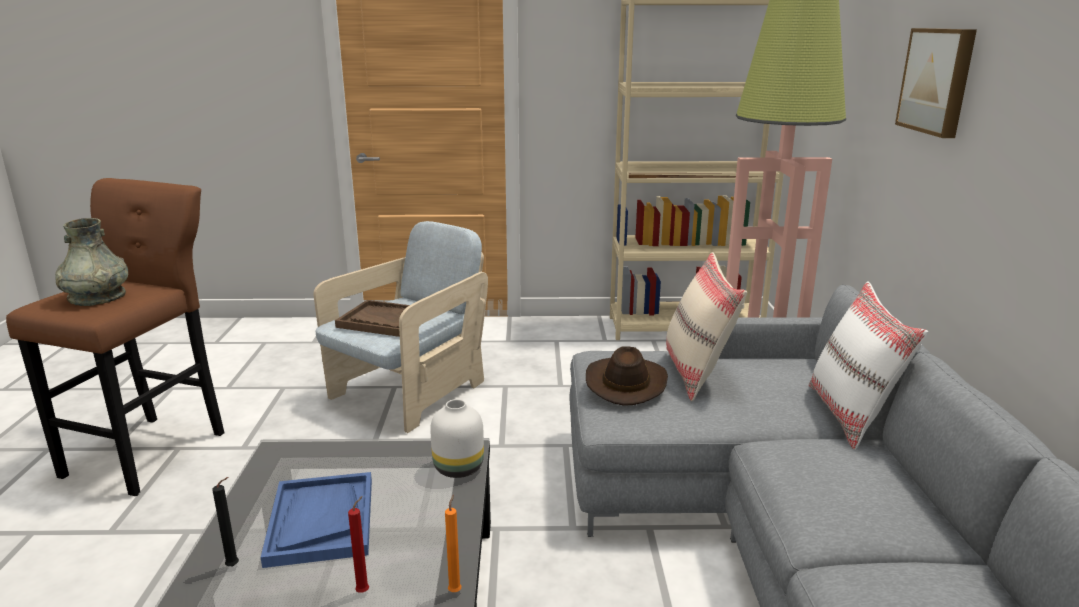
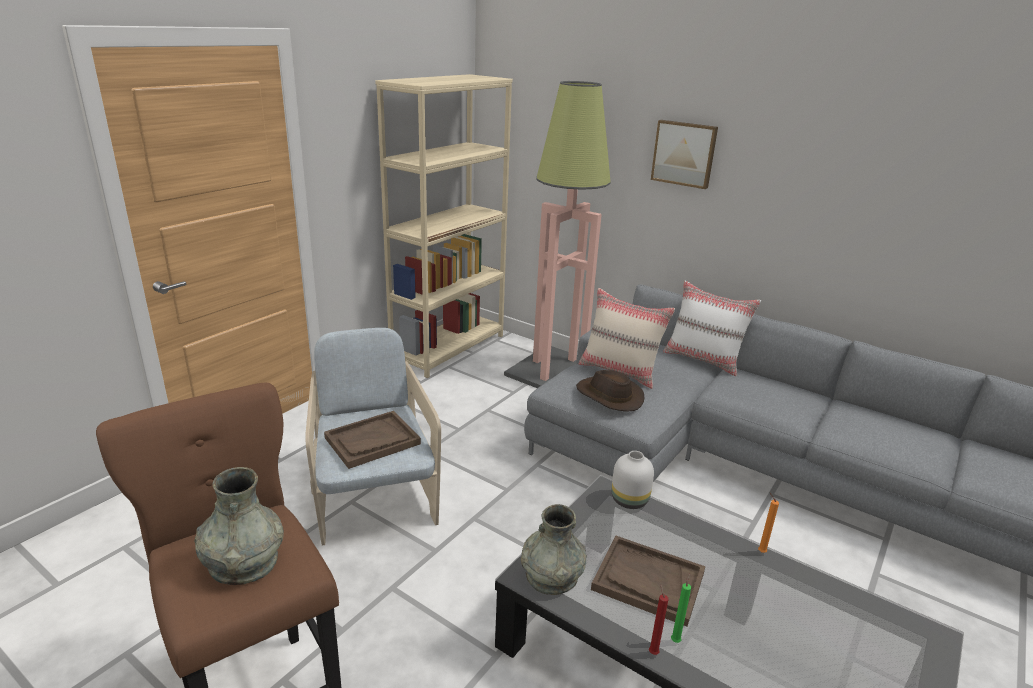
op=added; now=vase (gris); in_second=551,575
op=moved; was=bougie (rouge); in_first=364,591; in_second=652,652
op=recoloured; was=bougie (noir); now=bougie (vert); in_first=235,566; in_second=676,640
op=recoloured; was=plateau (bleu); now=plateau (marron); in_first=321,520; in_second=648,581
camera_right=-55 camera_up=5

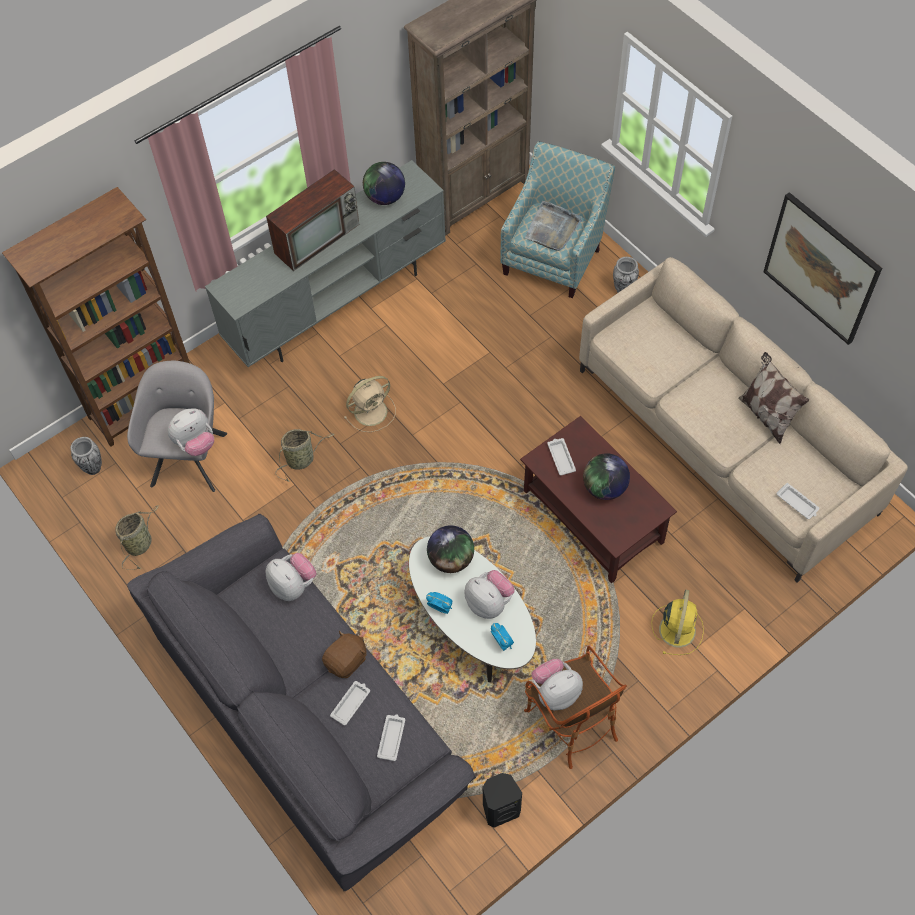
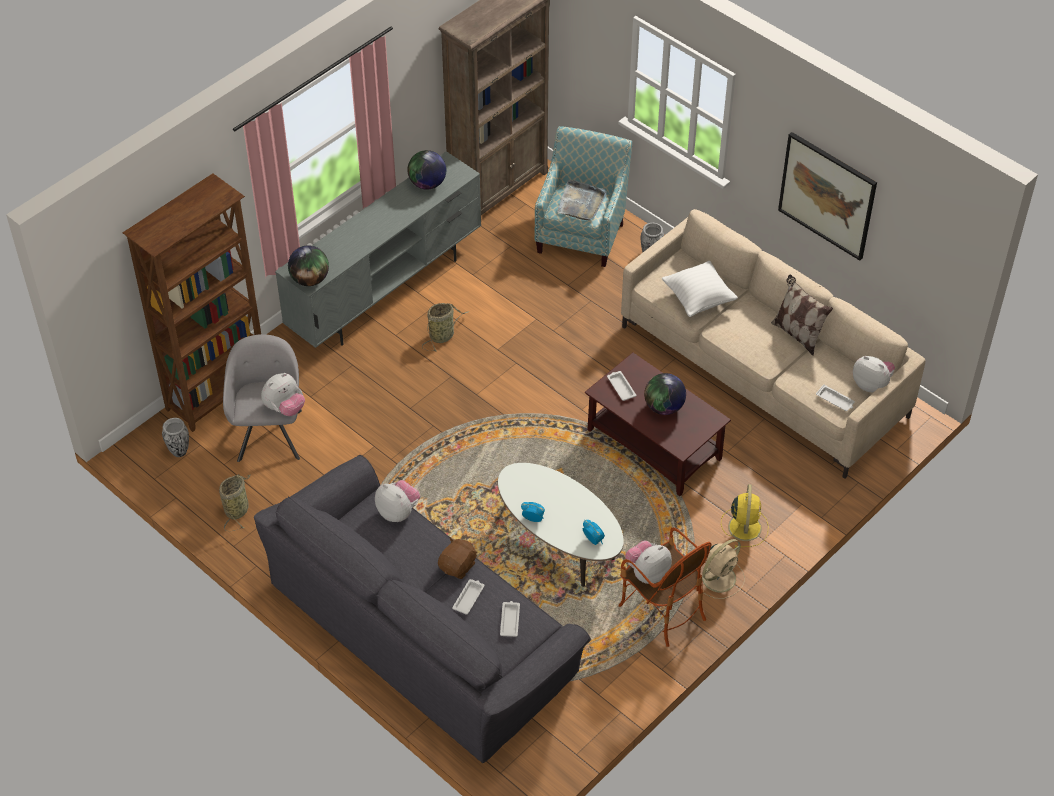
op=removed; was=téléviseur; in_first=318,237
op=removed; was=enceinte (noir); in_first=500,808
op=added; now=coussin (blanc); in_second=698,299
op=moved; was=panier; in_first=302,459; in_second=443,335
op=moved; was=ventilateur (beige); in_first=372,411; in_second=720,577
op=moved; was=globe; in_first=451,559; in_second=310,279
op=moved; was=peluche; in_first=489,602; in_second=871,384
camera_right=-10 camera_up=-10

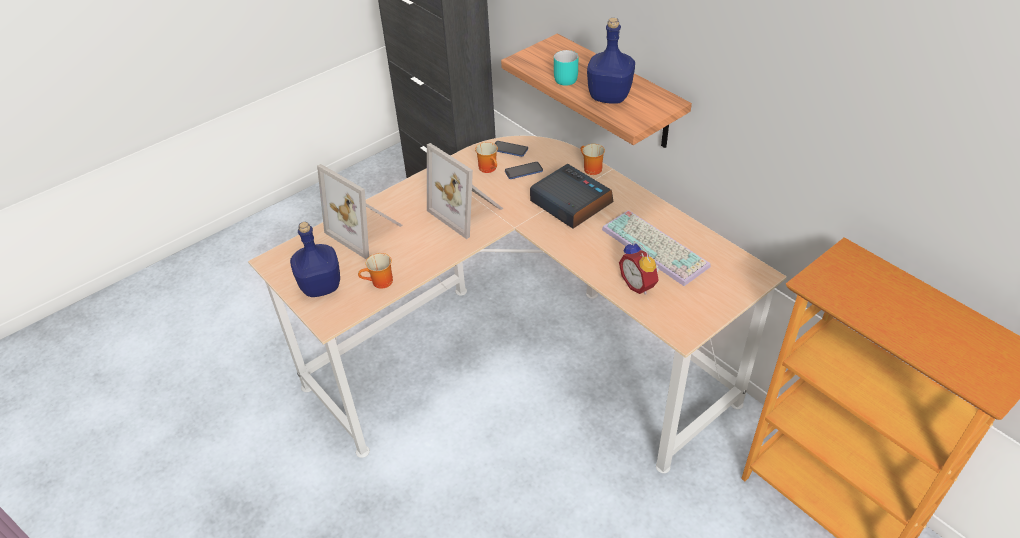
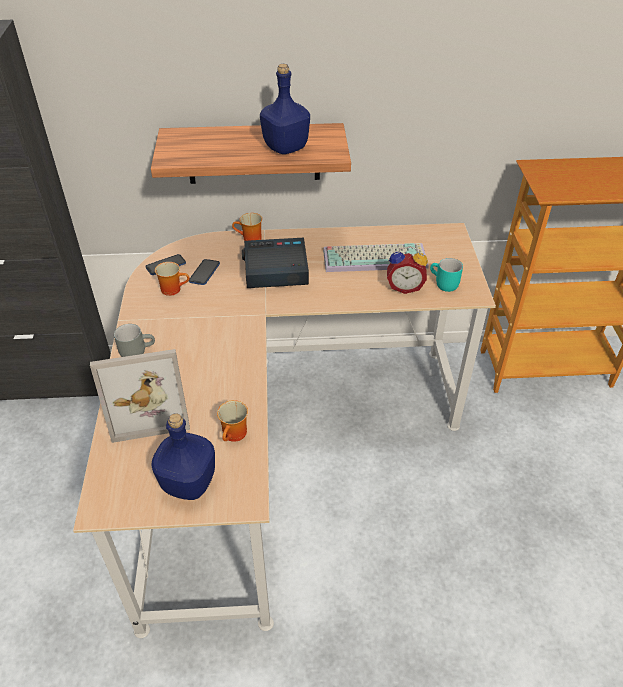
op=removed; was=cadre photo; in_first=468,211
op=added; now=mug (gris); in_second=137,351
op=moved; was=mug (turquoise); in_first=564,78; in_second=443,284
camera_right=-55 camera_up=0

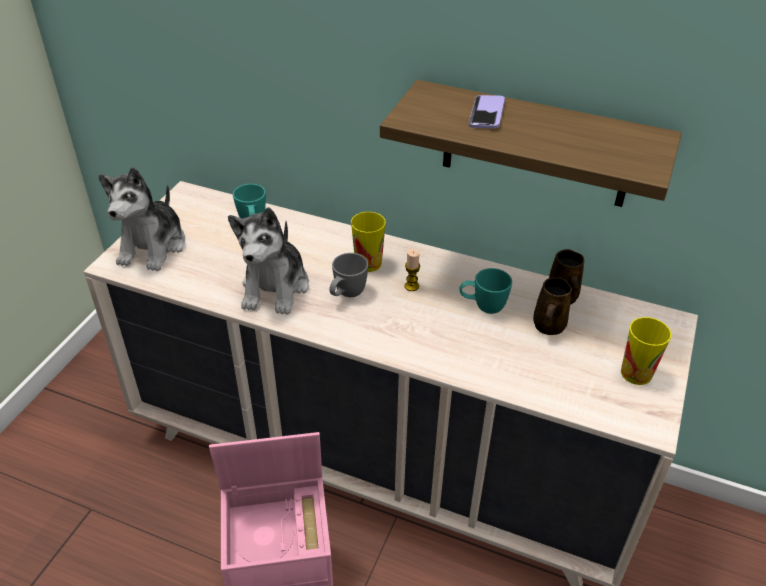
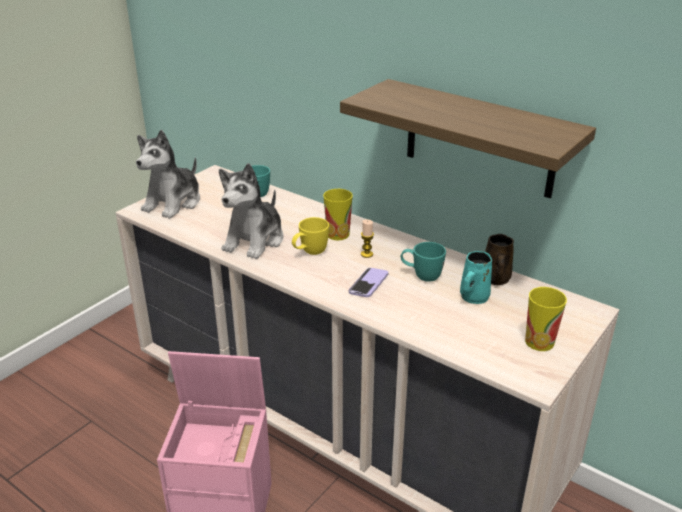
op=moved; was=téléphone; in_first=486,113; in_second=368,284
op=recoloured; was=mug (gris); now=mug (jaune); in_first=346,295; in_second=310,253
op=recoloured; was=mug (marron); now=mug (turquoise); in_first=548,326; in_second=473,297
camera_right=15 camera_up=-10

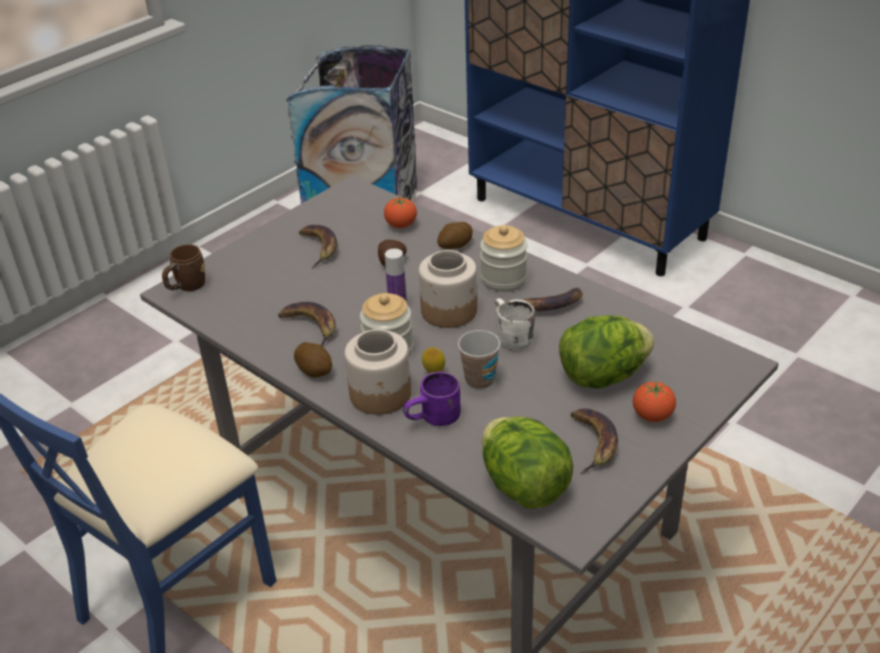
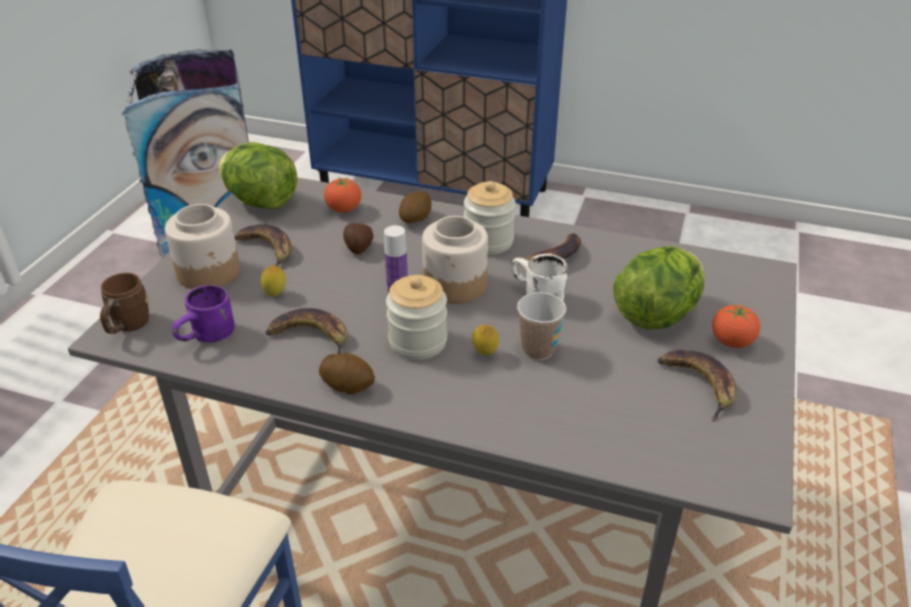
op=added; now=citron; in_second=275,294
op=moved; was=bocal; in_first=381,394; in_second=209,272
op=moved; was=mug (violet); in_first=435,420; in_second=209,337
op=moved; was=laitue; in_first=524,486; in_second=261,202
camera_right=-25 camera_up=0

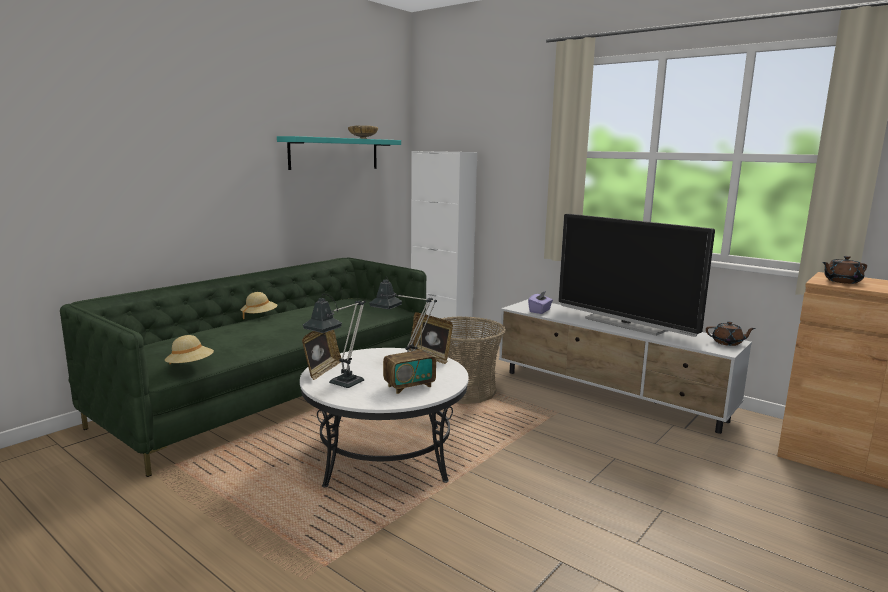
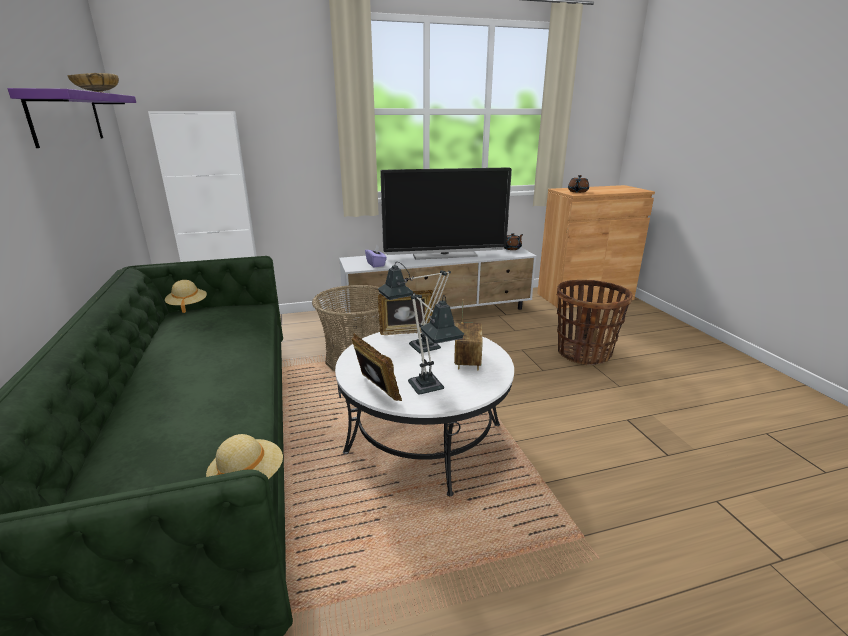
op=added; now=panier; in_second=584,353
op=moved; was=chapeau (beige); in_first=259,316; in_second=187,305
op=recoloured; was=étagère (turquoise); now=étagère (violet); in_first=334,153; in_second=67,118
camera_right=-55 camera_up=10

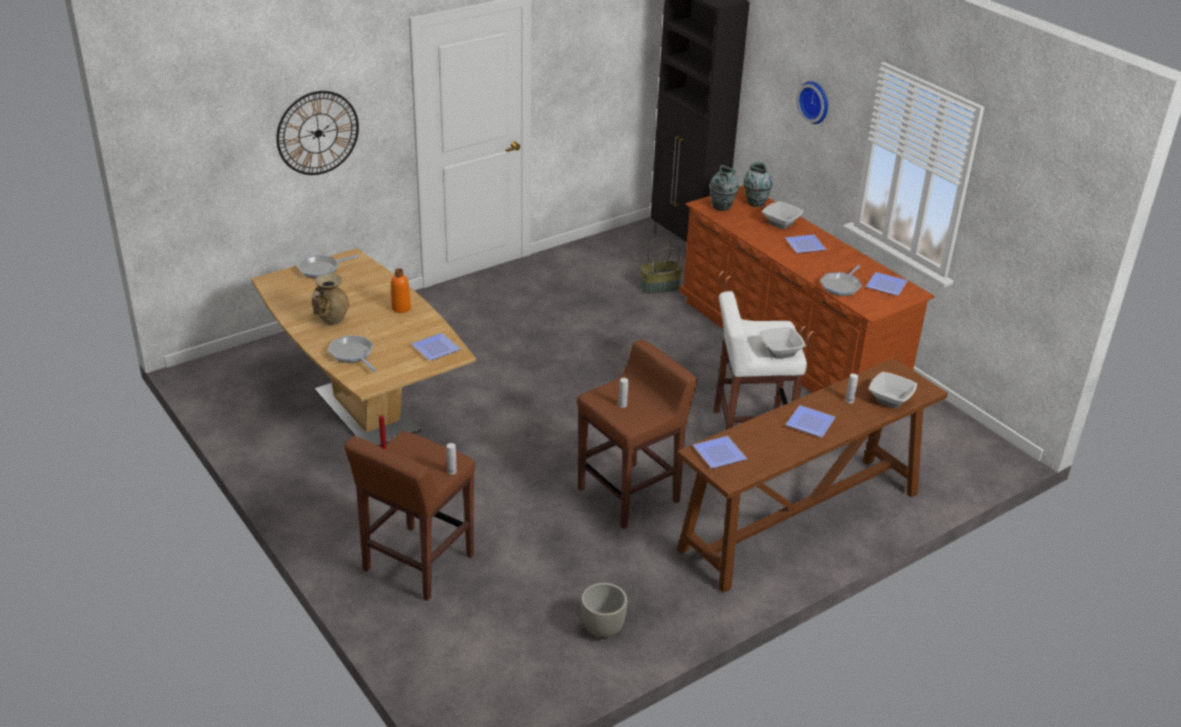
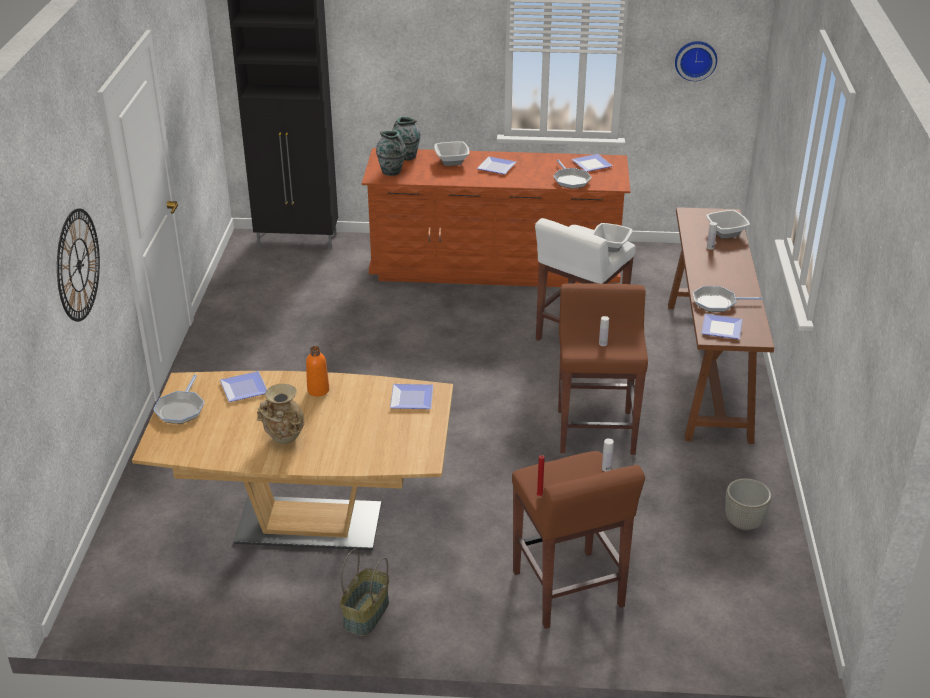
op=moved; was=poêle; in_first=352,354; in_second=717,302
op=moved; was=panier; in_first=659,287; in_second=367,615
op=moved; was=assiette; in_first=812,423; in_second=245,387
op=moved; was=horloge murale; in_first=815,101; in_second=695,59
camera_right=-50 camera_up=0

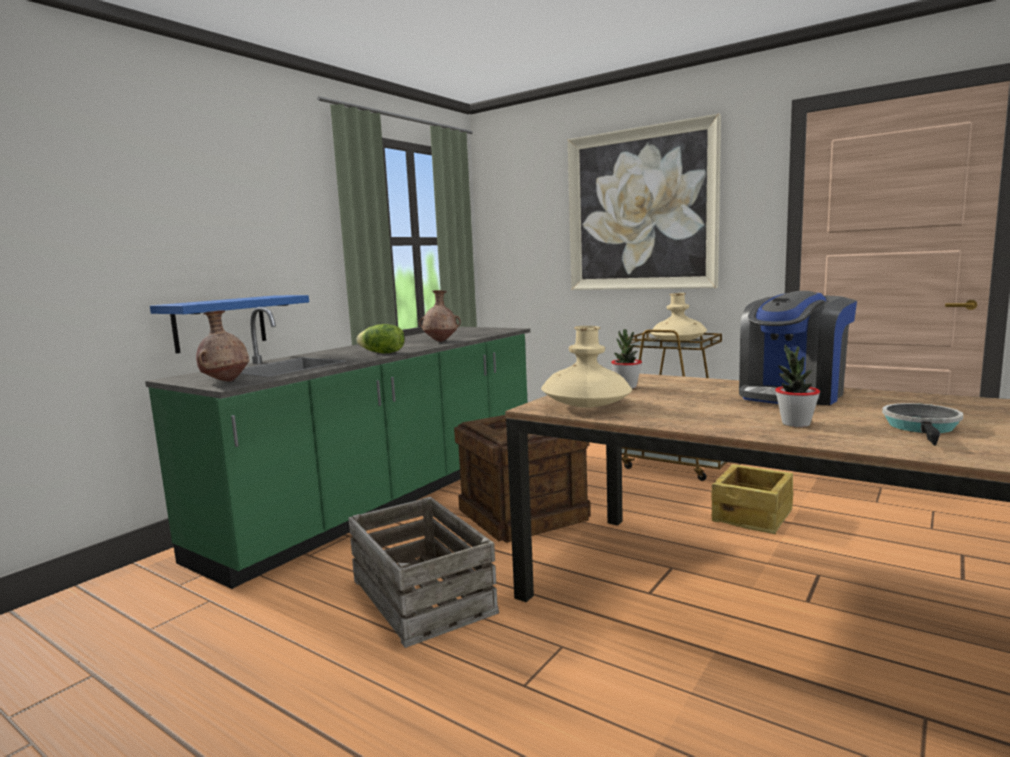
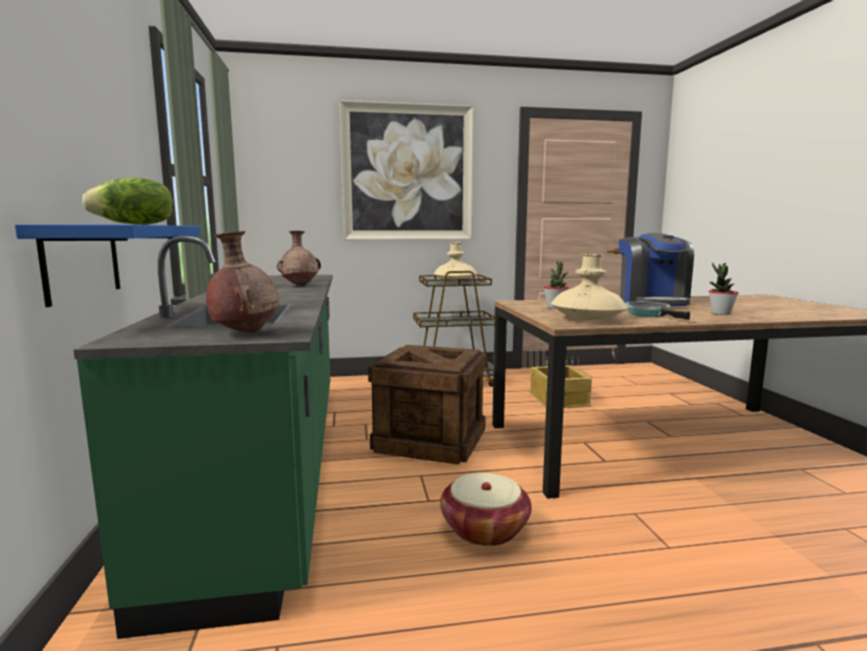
op=moved; was=laitue; in_first=382,353; in_second=135,224
op=moved; was=poêle; in_first=922,427; in_second=650,314
op=replaced; was=caisse; now=panier; in_first=420,596; in_second=484,529
camera_right=-45 camera_up=0

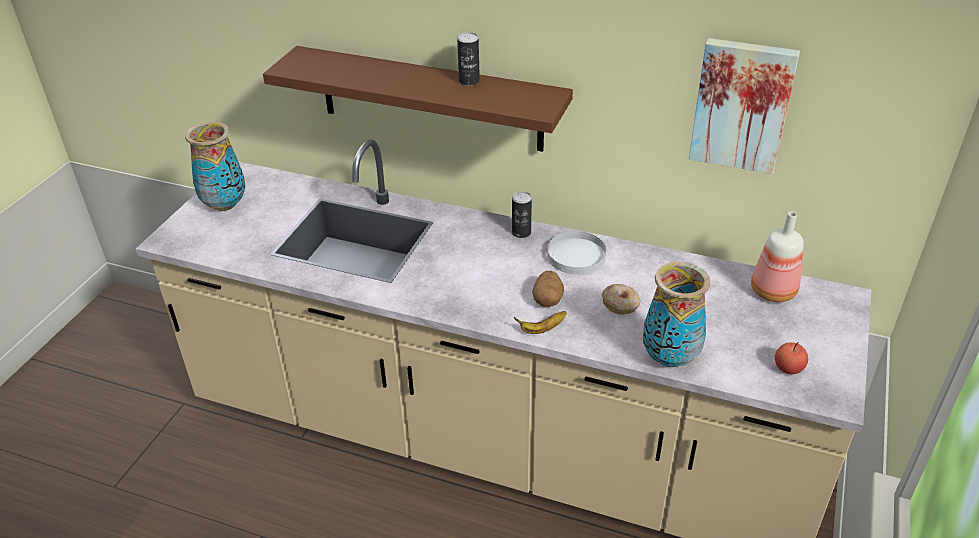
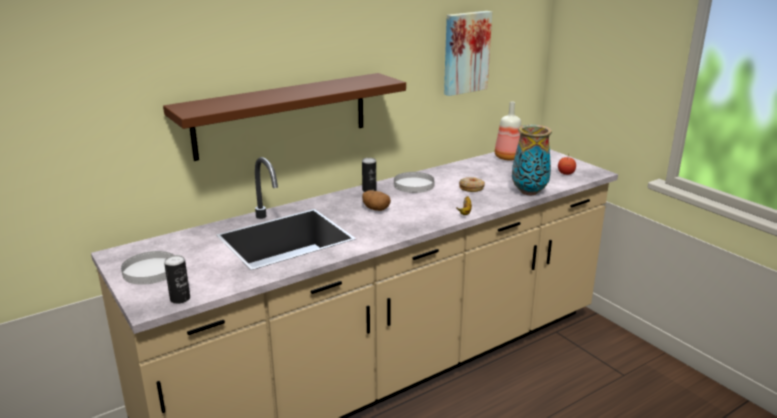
op=moved; was=boîte métallique; in_first=469,81; in_second=180,299
op=moved; was=pomme de terre; in_first=547,299; in_second=375,209
op=replaced; was=vase; now=assiette (blanc); in_first=225,205; in_second=150,270
camera_right=-55 camera_up=-15

